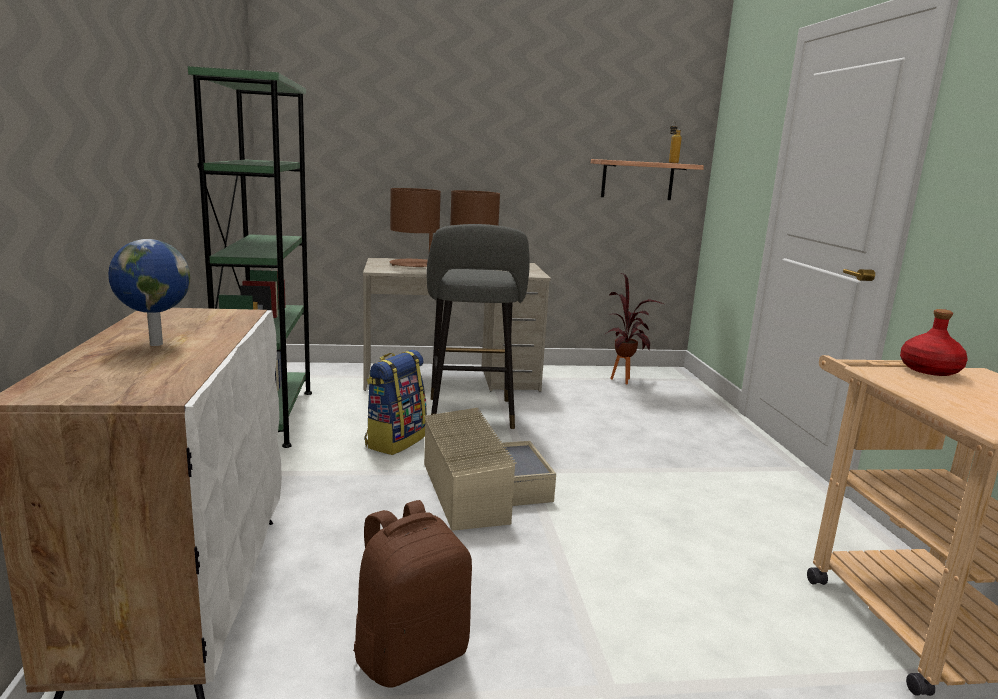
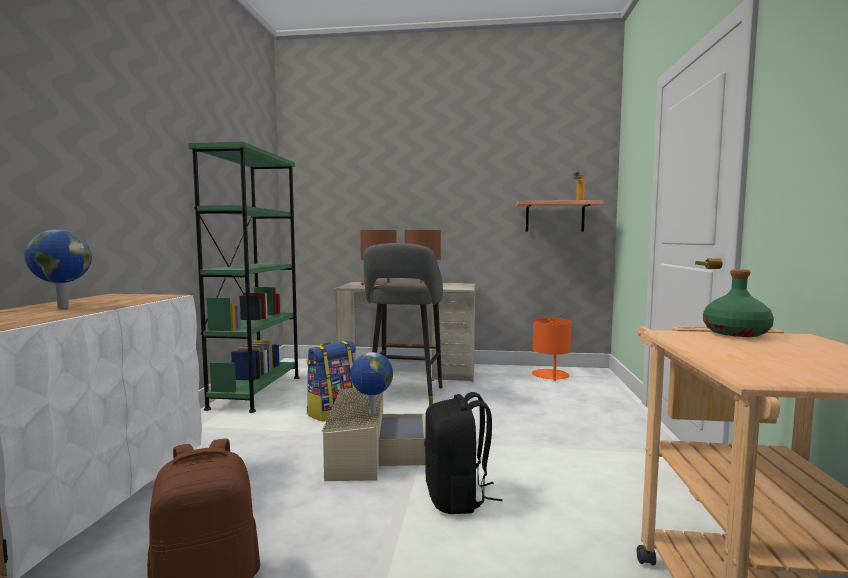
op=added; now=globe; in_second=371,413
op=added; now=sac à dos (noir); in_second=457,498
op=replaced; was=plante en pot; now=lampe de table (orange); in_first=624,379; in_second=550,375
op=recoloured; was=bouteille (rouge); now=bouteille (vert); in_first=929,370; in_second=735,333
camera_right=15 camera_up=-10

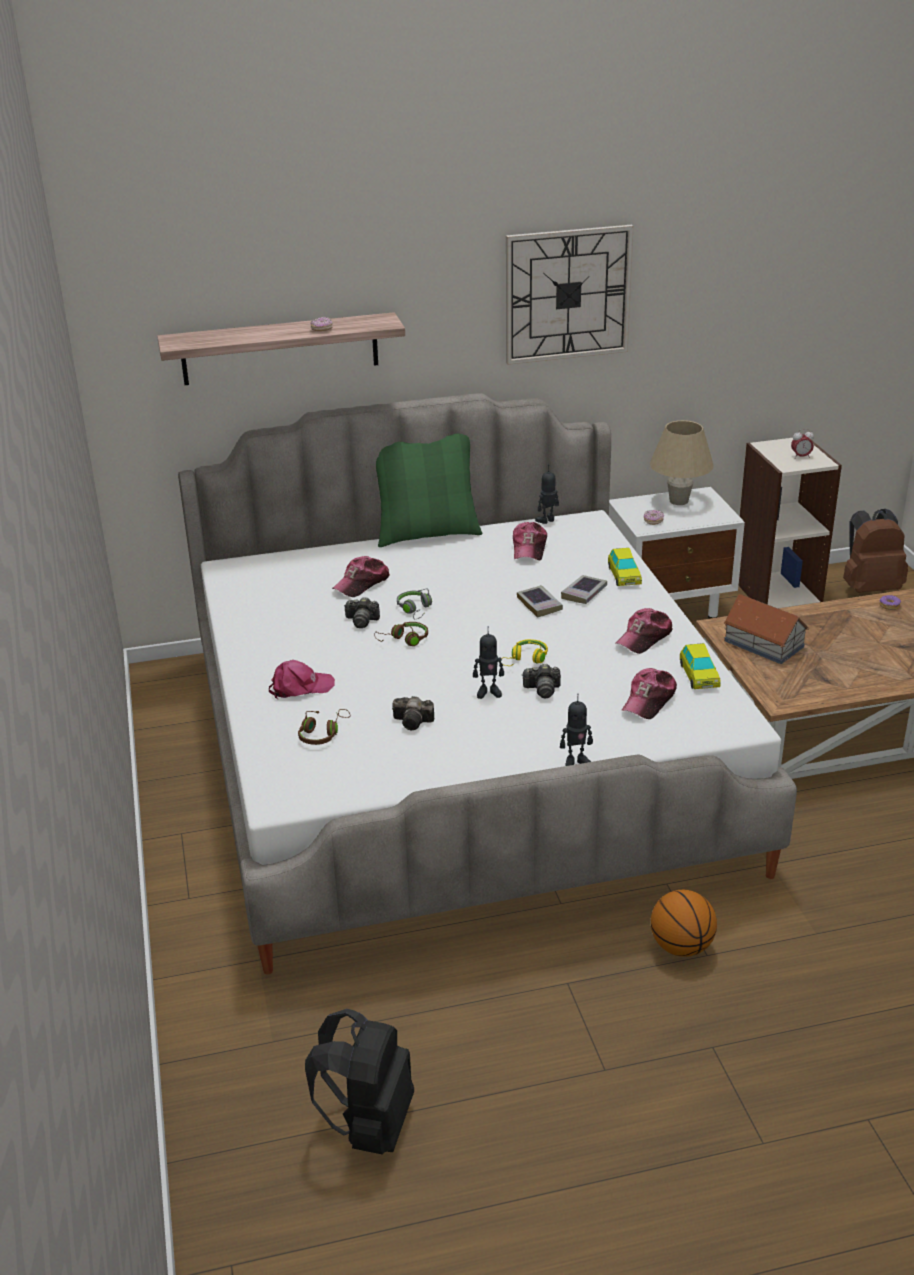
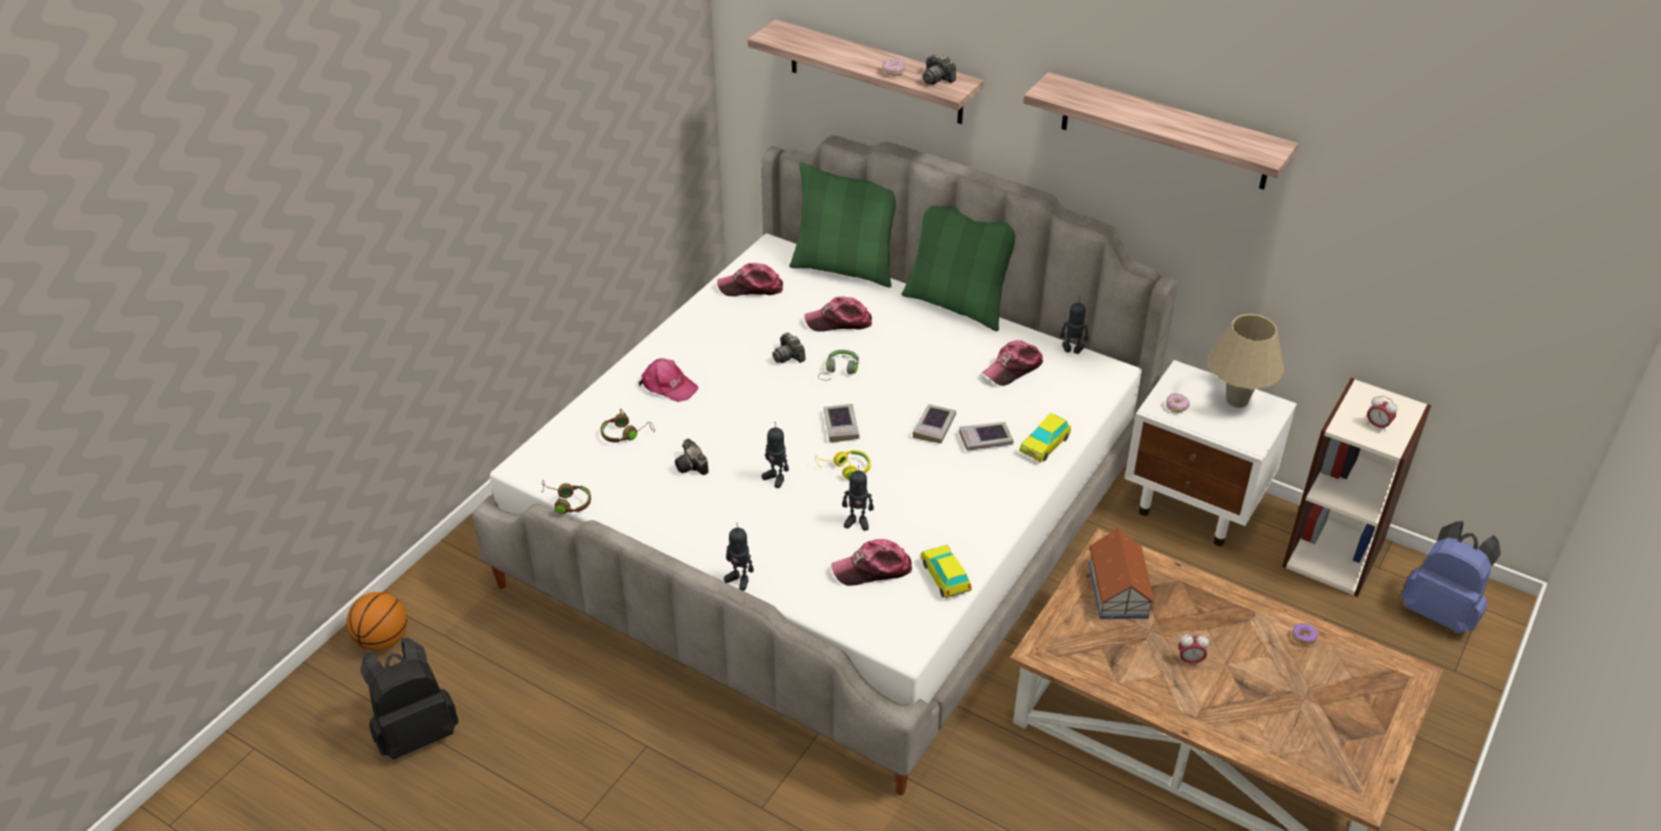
op=added; now=coussin (vert); in_second=844,268
op=added; now=livre; in_second=841,426
op=added; now=robot jouet; in_second=857,522
op=added; now=réveil; in_second=1190,660
op=moved; was=casque audio (marron); in_first=404,640; in_second=566,502
op=moved; was=appareil photo; in_first=542,690; in_second=937,79
op=moved; was=casquette; in_first=644,638; in_second=751,288
op=moved; was=ballon de basket; in_first=681,947; in_second=382,640
op=replaced; was=horloge murale; now=étagère; in_first=567,294; in_second=1164,132
op=recoloured; was=sac à dos (marron); now=sac à dos (bleu); in_first=869,588; in_second=1440,611
op=turned; was=petite voiture; in_first=699,676; in_second=945,577; clockwise=120
camera_right=45 camera_up=10

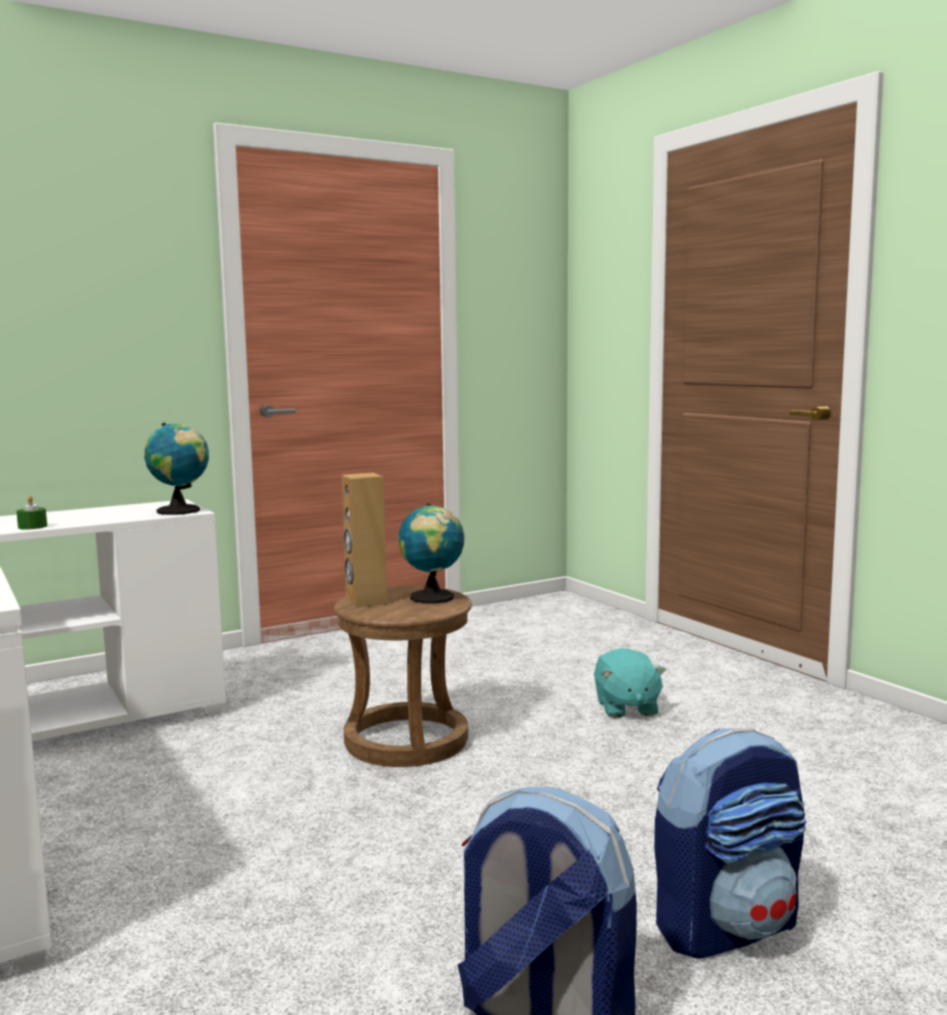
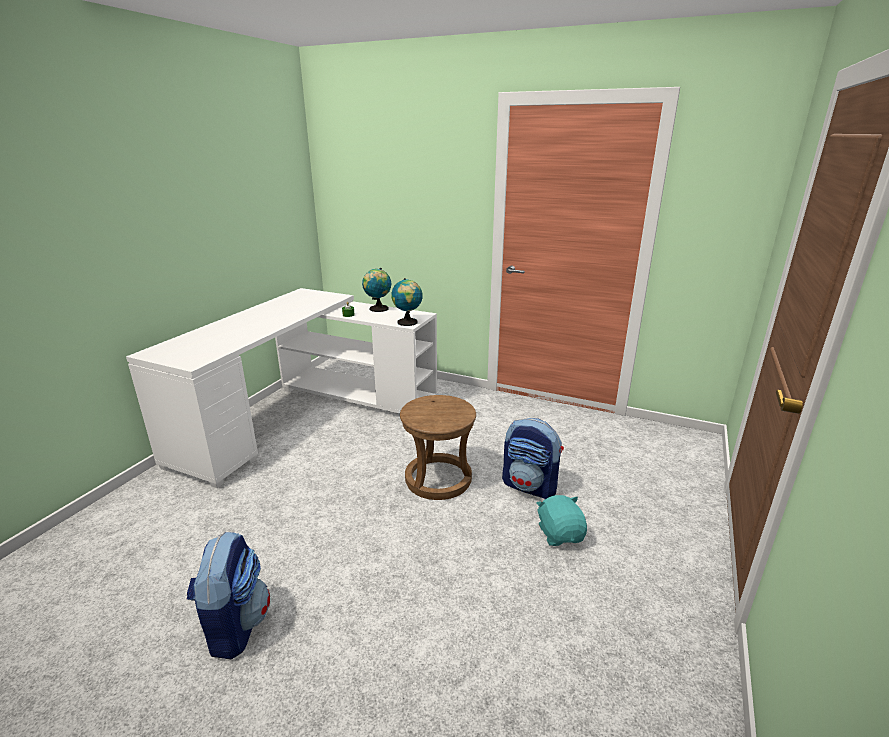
op=removed; was=enceinte (marron); in_first=365,601
op=moved; was=globe; in_first=433,598; in_second=378,309
op=moved; was=sac à dos; in_first=727,926; in_second=530,486
op=turned; was=peluche (turquoise); in_first=626,708; in_second=560,534; clockwise=120
camera_right=55 camera_up=15

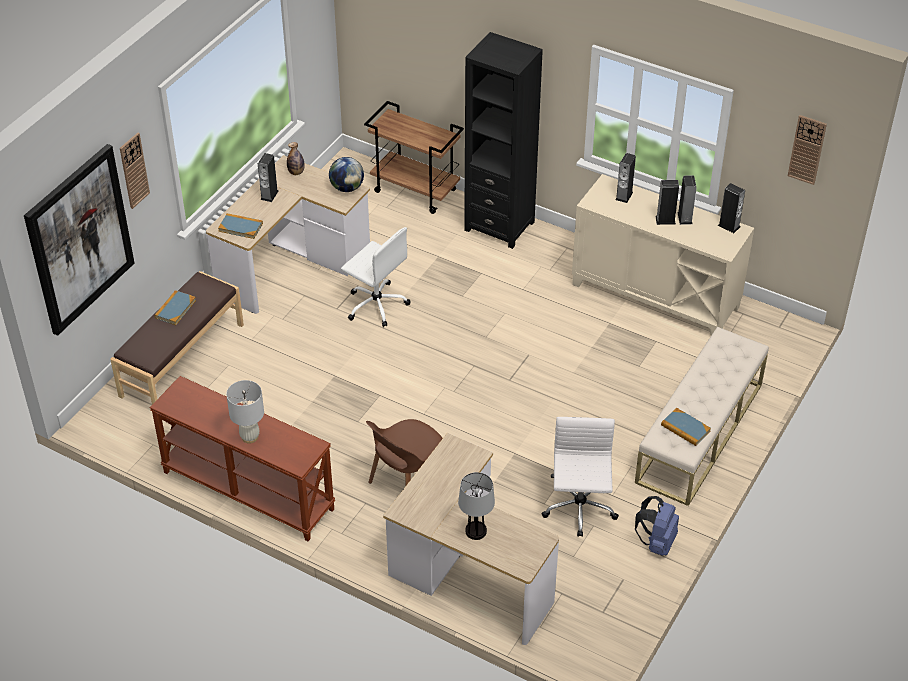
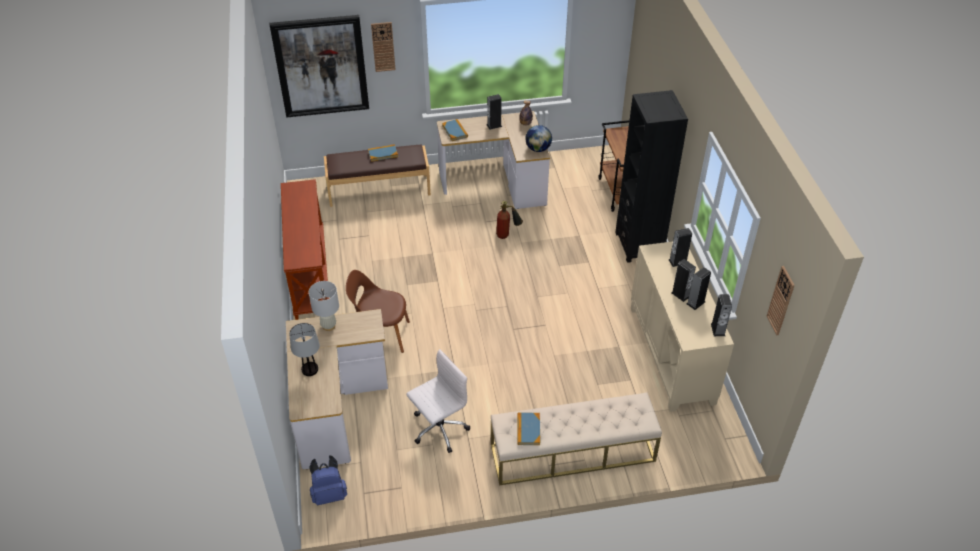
op=moved; was=lampe de table (blanc); in_first=250,437; in_second=328,326
op=moved; was=sac à dos (bleu); in_first=656,542; in_second=329,494
op=replaced; was=chaise de bureau (blanc); now=extincteur; in_first=376,304; in_second=507,235
camera_right=50 camera_up=0

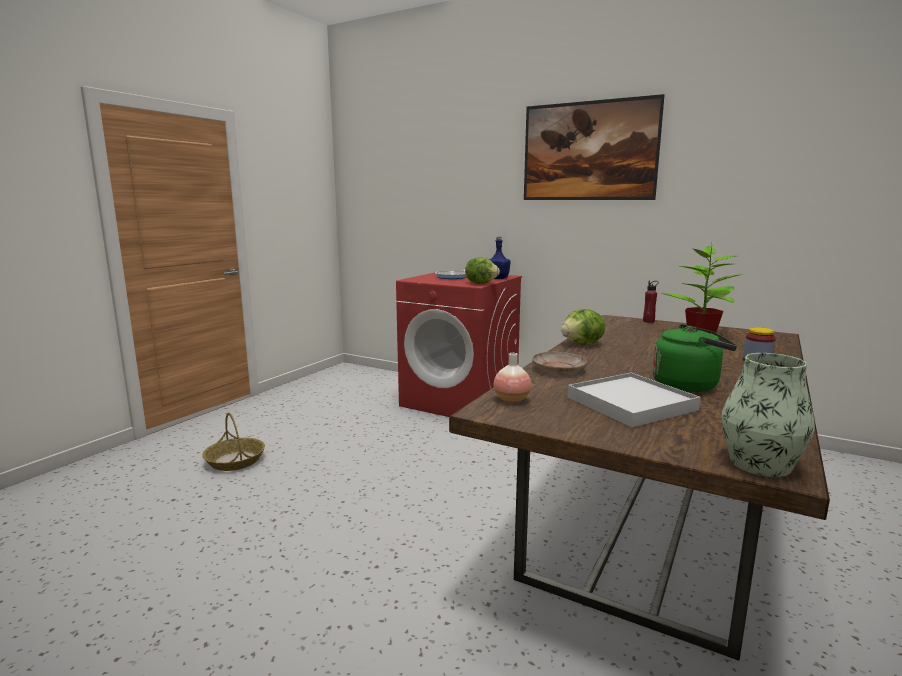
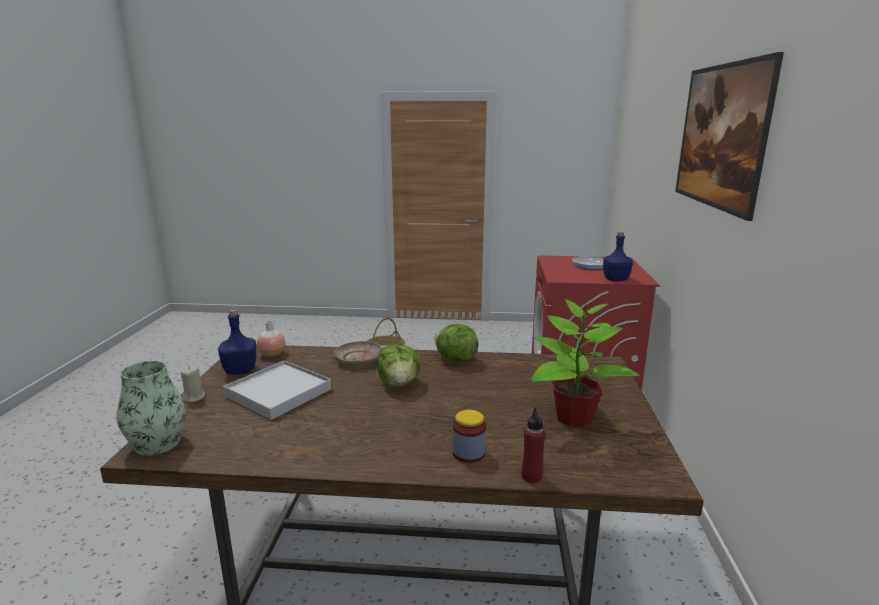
op=removed; was=bouilloire (vert); in_first=688,385
op=added; now=bougie (beige); in_second=194,397
op=added; now=bouteille (bleu); in_second=240,371
op=moved; was=laitue; in_first=481,283; in_second=399,383
op=moved; was=bouteille (rouge); in_first=648,321; in_second=531,477
camera_right=65 camera_up=5

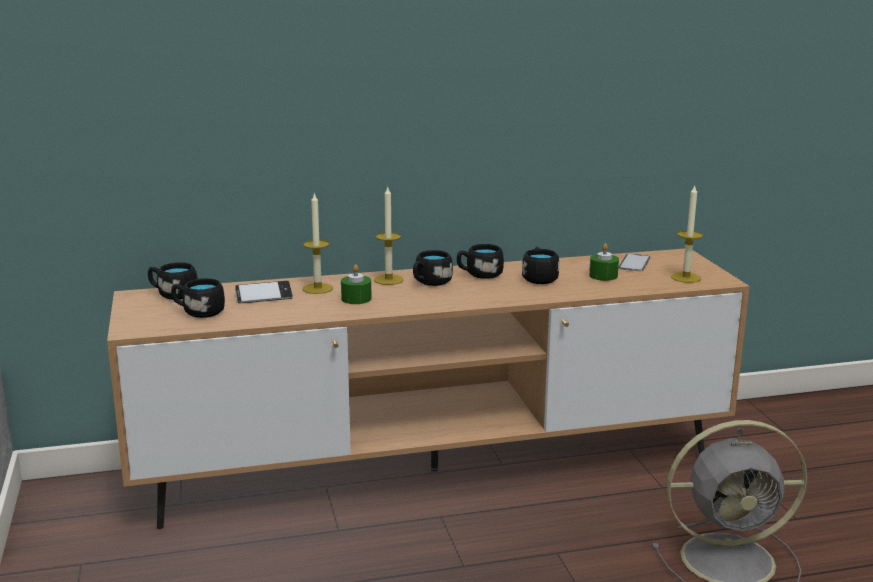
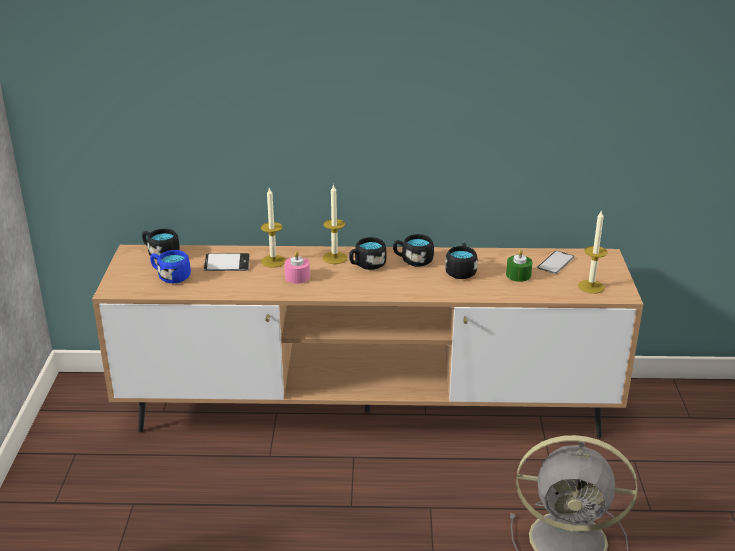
op=recoloured; was=mug (noir); now=mug (bleu); in_first=198,312; in_second=170,276
op=recoloured; was=bougie (vert); now=bougie (rose); in_first=356,299; in_second=297,277
camera_right=15 camera_up=10

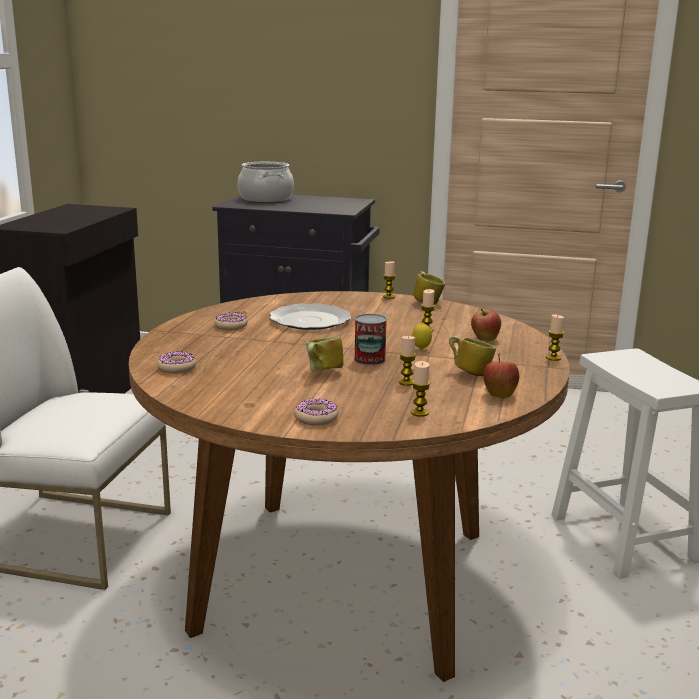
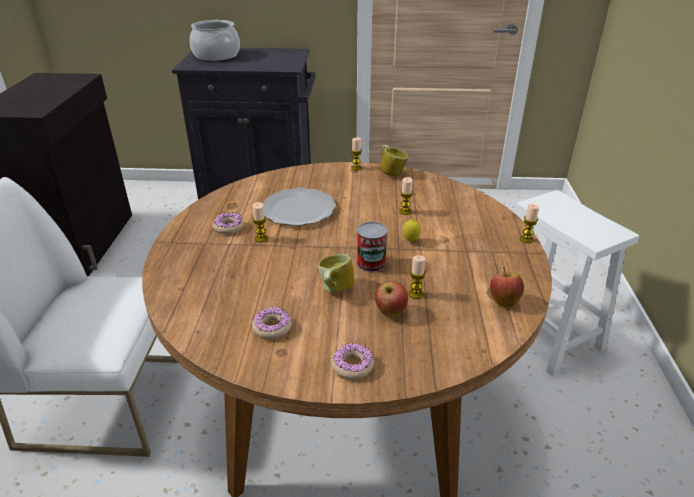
op=removed; was=mug; in_first=469,373
op=moved; was=beignet; in_first=177,368; in_second=272,328
op=moved; was=bougie; in_first=419,413; in_second=261,238
op=moved; was=pomme; in_first=484,339; in_second=390,312
camera_right=-10 camera_up=15

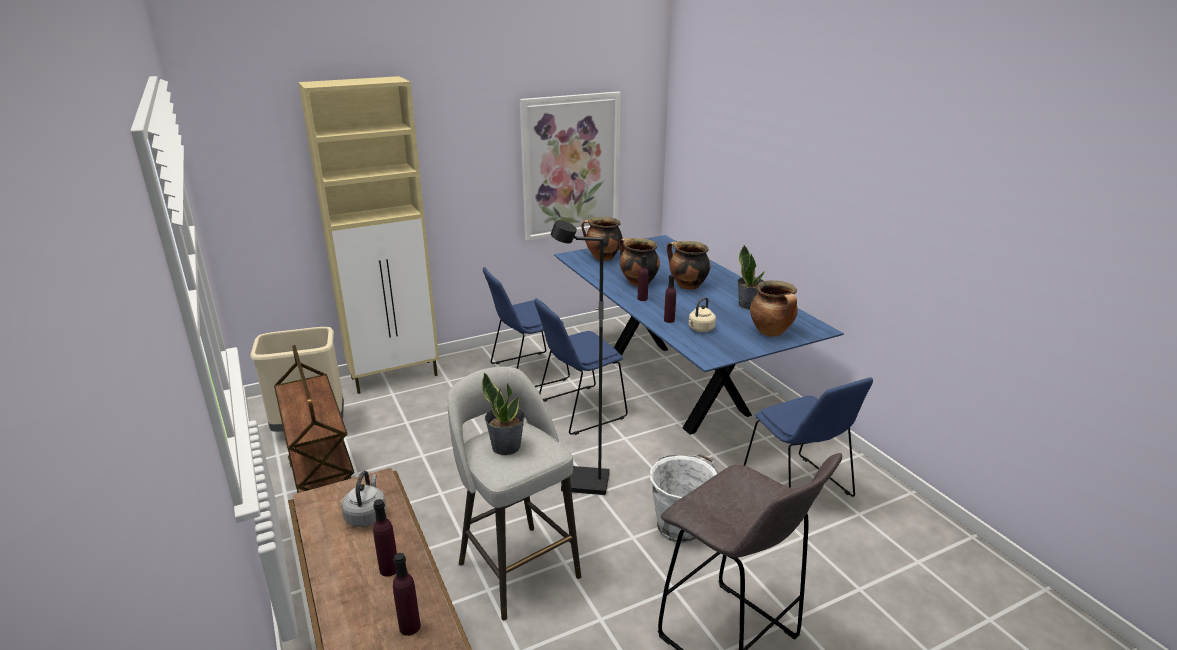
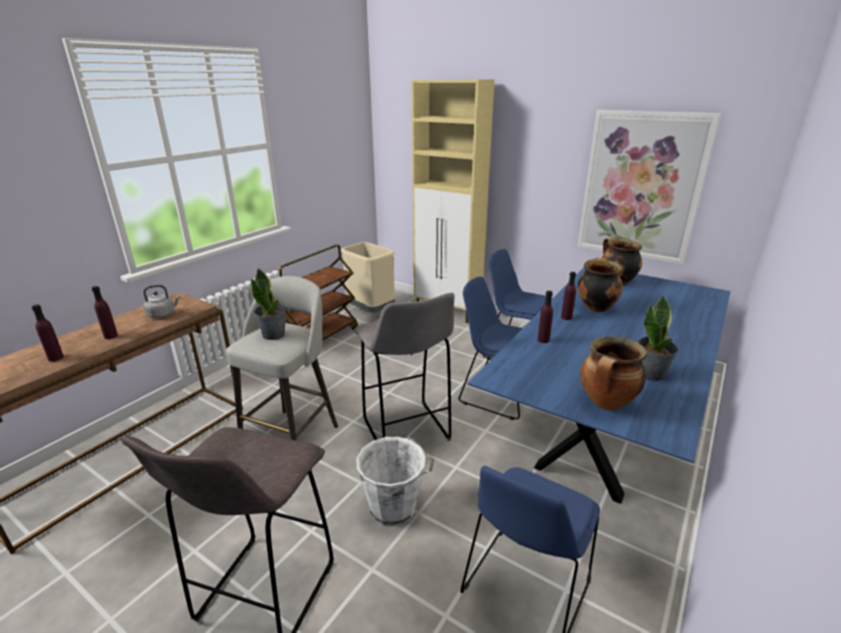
op=removed; was=marmite; in_first=687,286
op=removed; was=bouilloire (beige); in_first=700,329
op=replaced; was=lampadaire (noir); now=tabouret (gris); in_first=584,483; in_second=406,431
camera_right=60 camera_up=0

